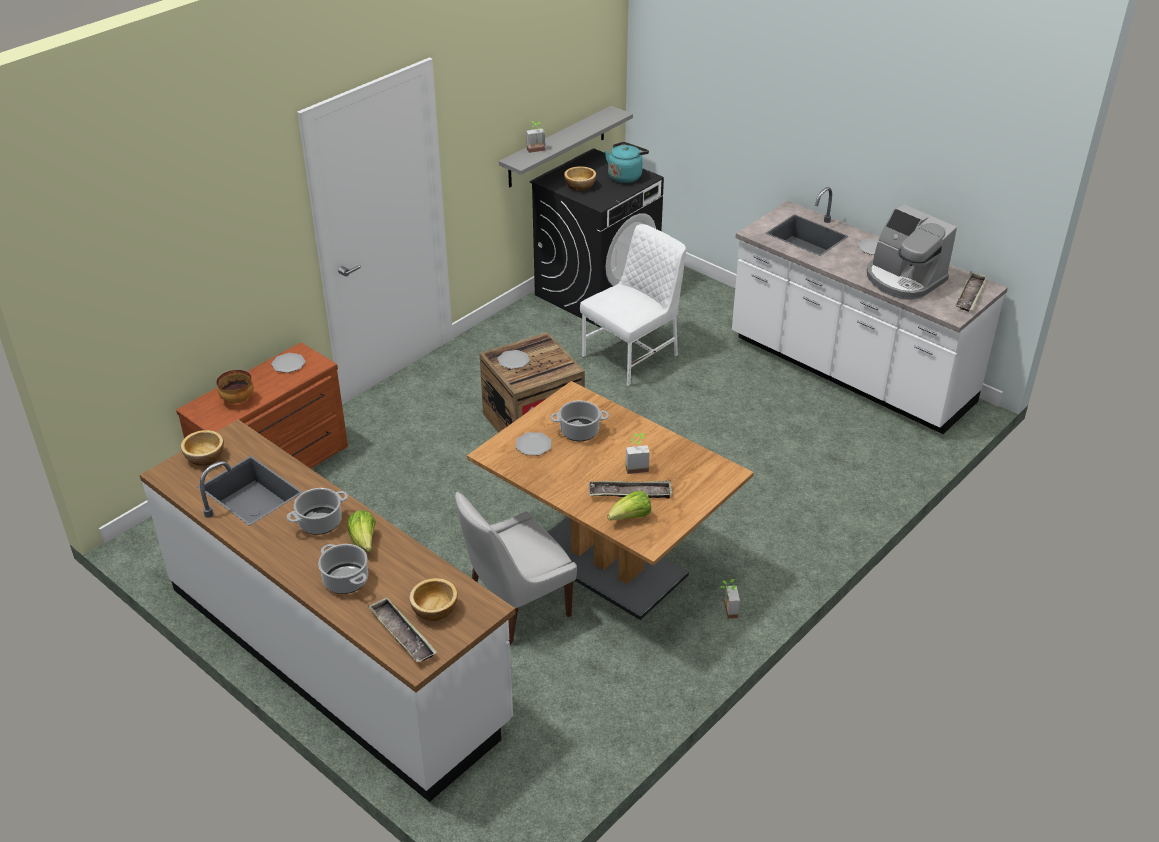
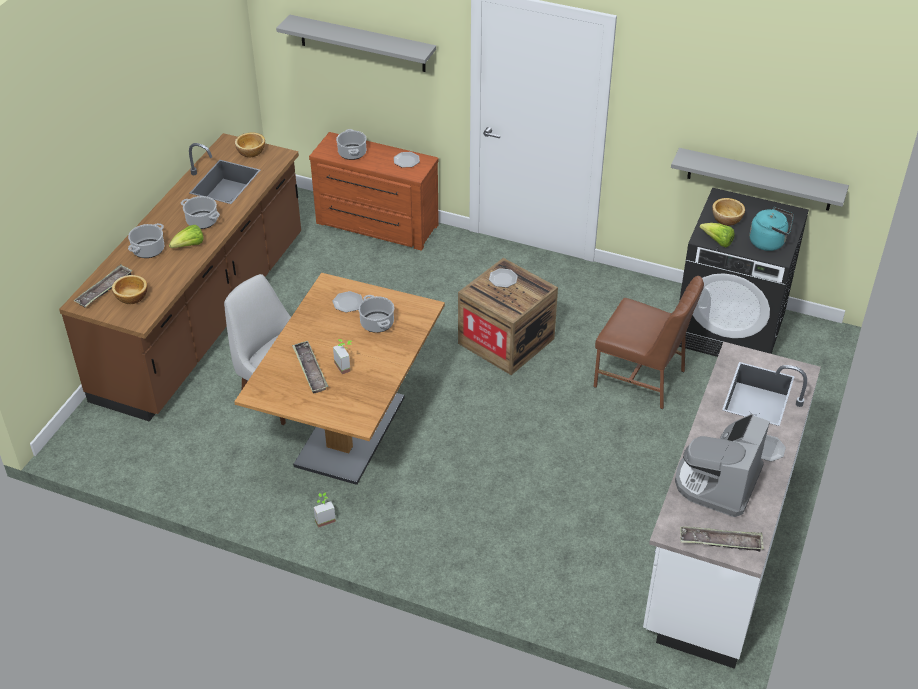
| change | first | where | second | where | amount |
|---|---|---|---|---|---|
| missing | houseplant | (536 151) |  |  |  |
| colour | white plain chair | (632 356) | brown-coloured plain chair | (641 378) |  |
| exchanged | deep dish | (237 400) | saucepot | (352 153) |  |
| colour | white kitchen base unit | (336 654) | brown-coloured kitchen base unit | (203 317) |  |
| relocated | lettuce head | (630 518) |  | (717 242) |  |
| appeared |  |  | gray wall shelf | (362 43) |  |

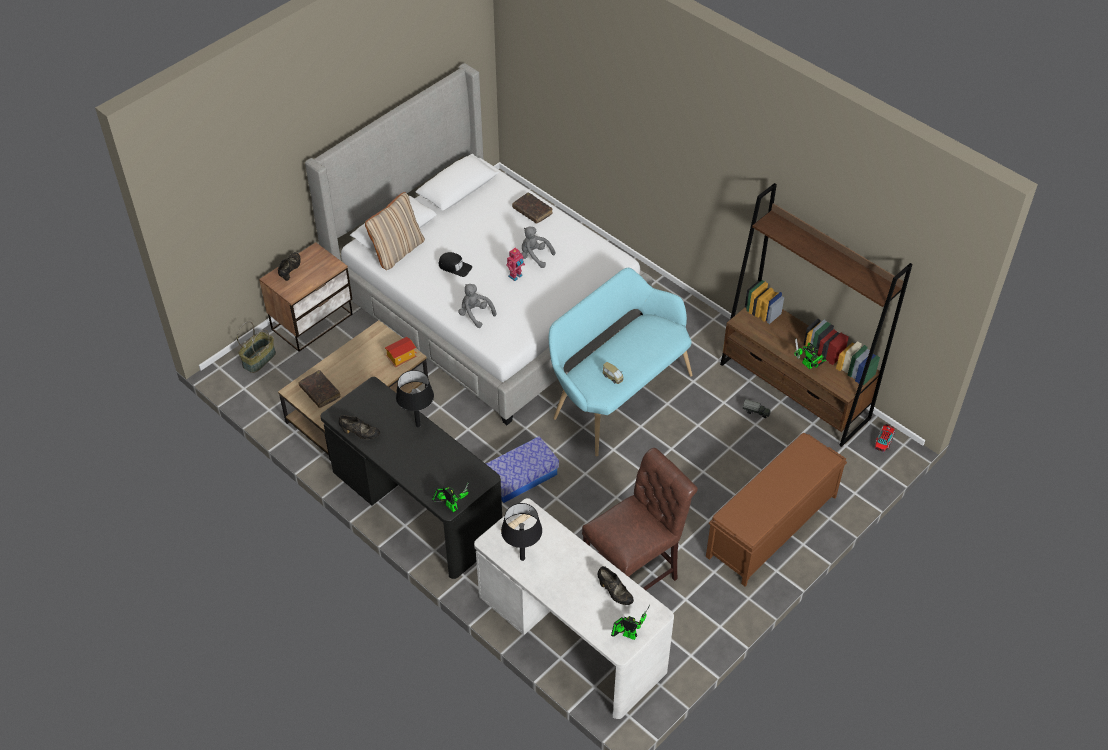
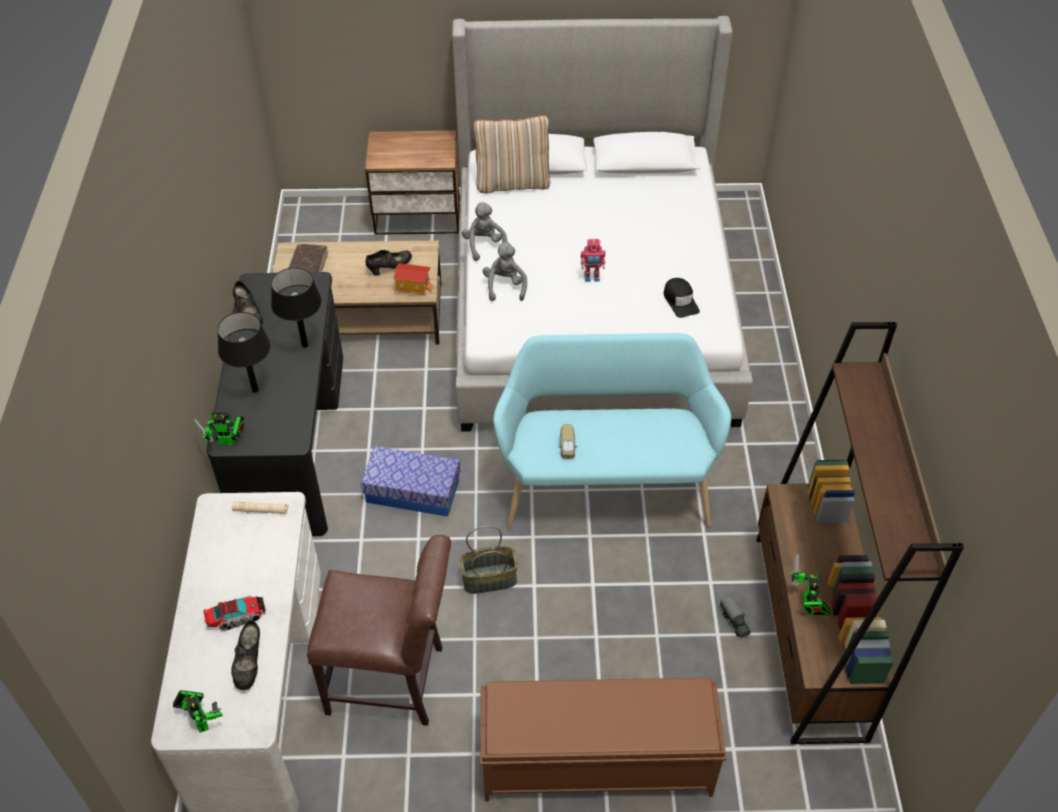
| change | first | where | second | where | amount |
|---|---|---|---|---|---|
| missing | brown-coloured volume | (532 211) |  |  |  |
| relocated | gray plush toy | (534 256) |  | (484 245) |  |
| relocated | black shoe | (290 270) |  | (390 268) |  |
| relocated | black peaked cap | (454 267) |  | (680 301) |  |
| relocated | storage basket | (259 359) |  | (489 578) |  |
| relocated | model truck | (883 441) |  | (237 617) |  |
| spun | robot figure | (450 505) |  | (229 441) | 90 degrees clockwise |
| relocated | black table lamp | (522 558) |  | (255 390) |  |

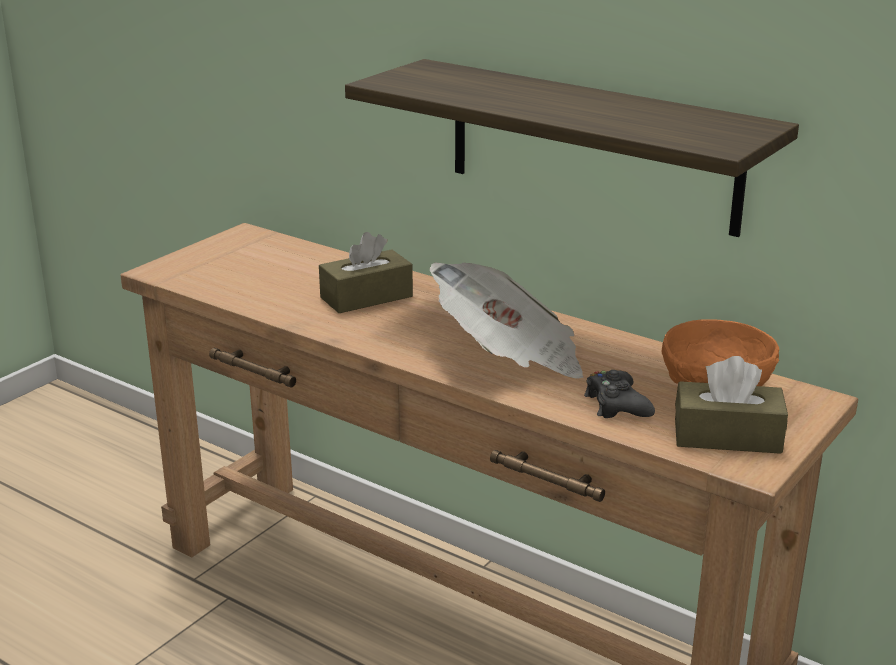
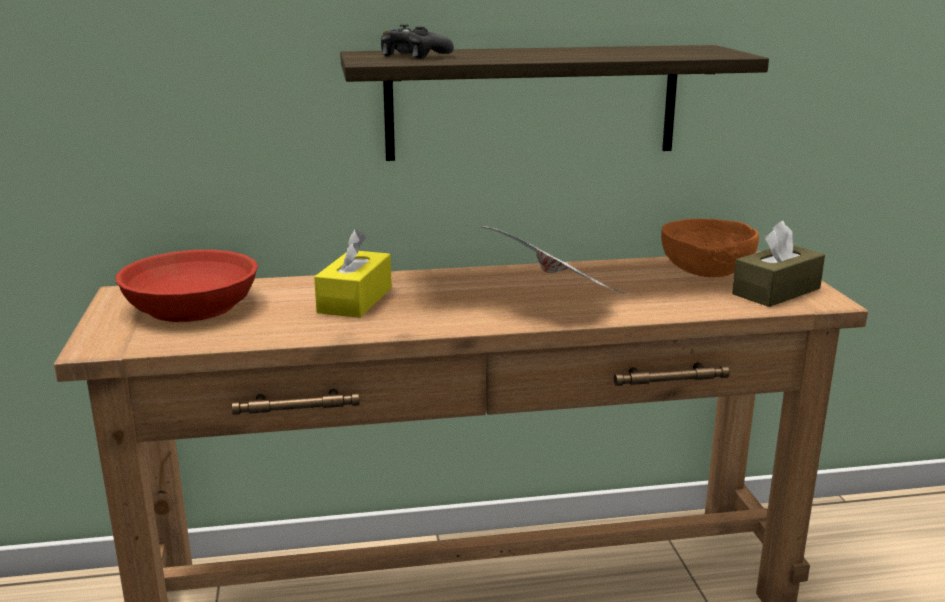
| change | first | where | second | where | amount |
|---|---|---|---|---|---|
| colour | brown-coloured tissue box | (366 297) | yellowish tissue box | (355 300) |  |
| relocated | black joypad | (616 405) |  | (413 55) |  |
| appeared |  |  | reddish deep dish | (191 306) |  |

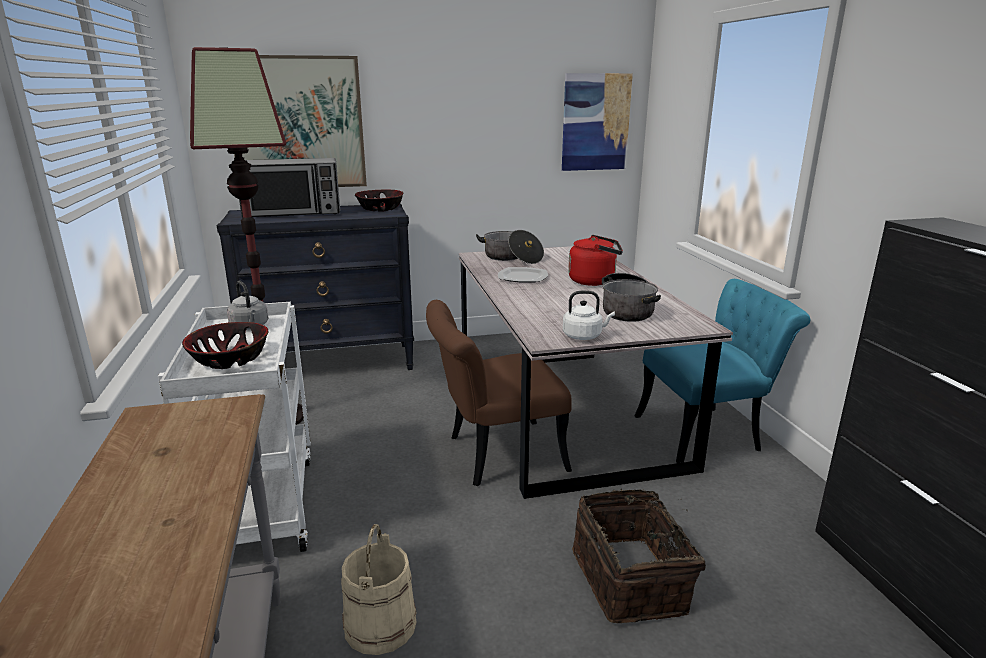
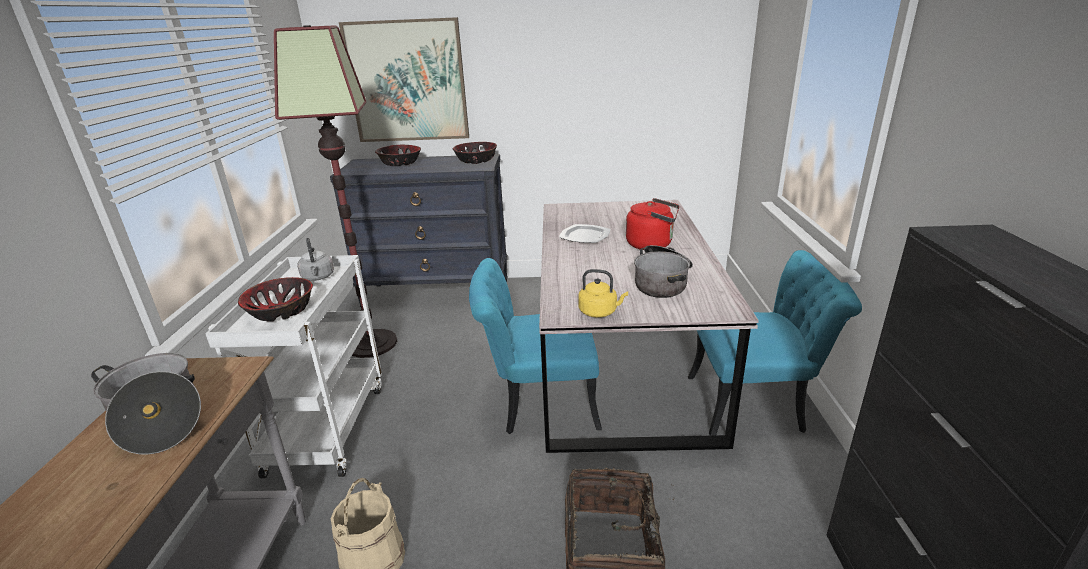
| change | first | where | second | where | amount |
|---|---|---|---|---|---|
| missing | wall picture | (595 122) |  |  |  |
| exchanged | microwave oven | (293 212) | deep dish | (400 163) |  |
| relocated | saucepot | (511 258) |  | (158 418) |  |
| colour | white kettle | (584 336) | yellowish kettle | (600 312) |  |
| colour | brown-coloured plain chair | (494 455) | blue-green plain chair | (537 403) |  |

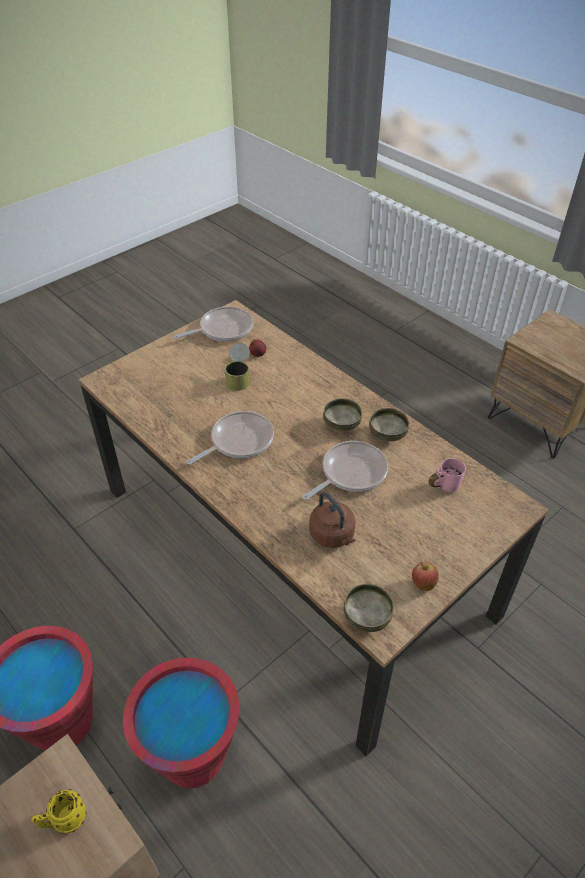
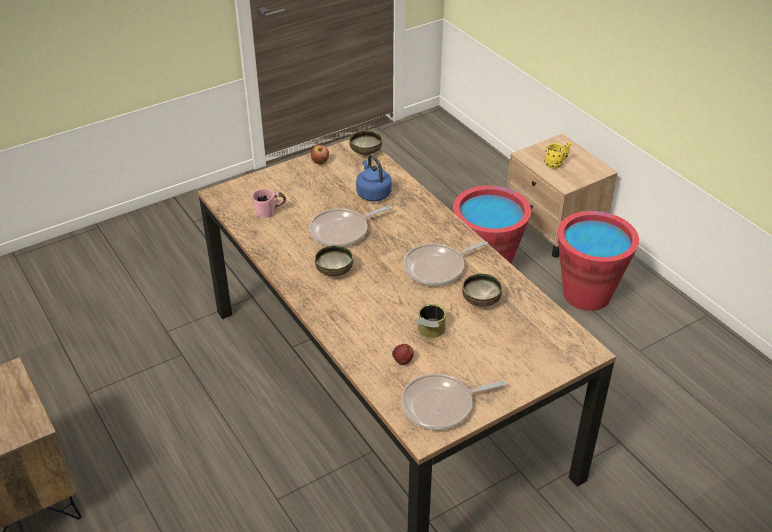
| change | first | where | second | where | amount |
|---|---|---|---|---|---|
| relocated | deep dish | (387 434) |  | (481 301) |  |
| colour | brown-coloured kettle | (333 536) | bluish kettle | (373 193) |  |

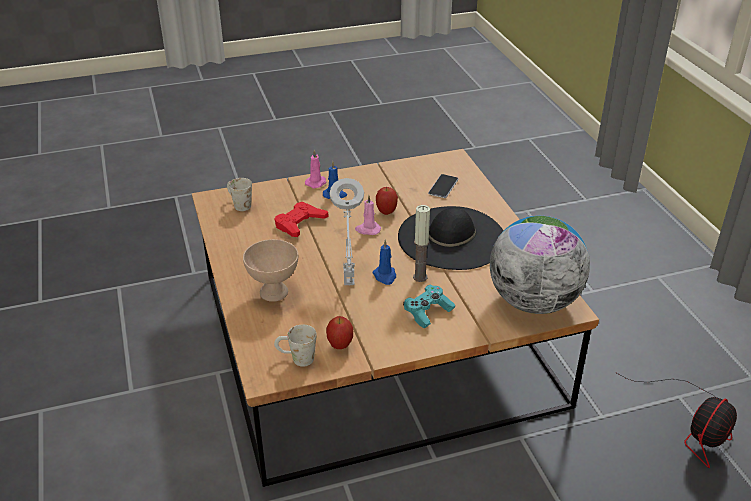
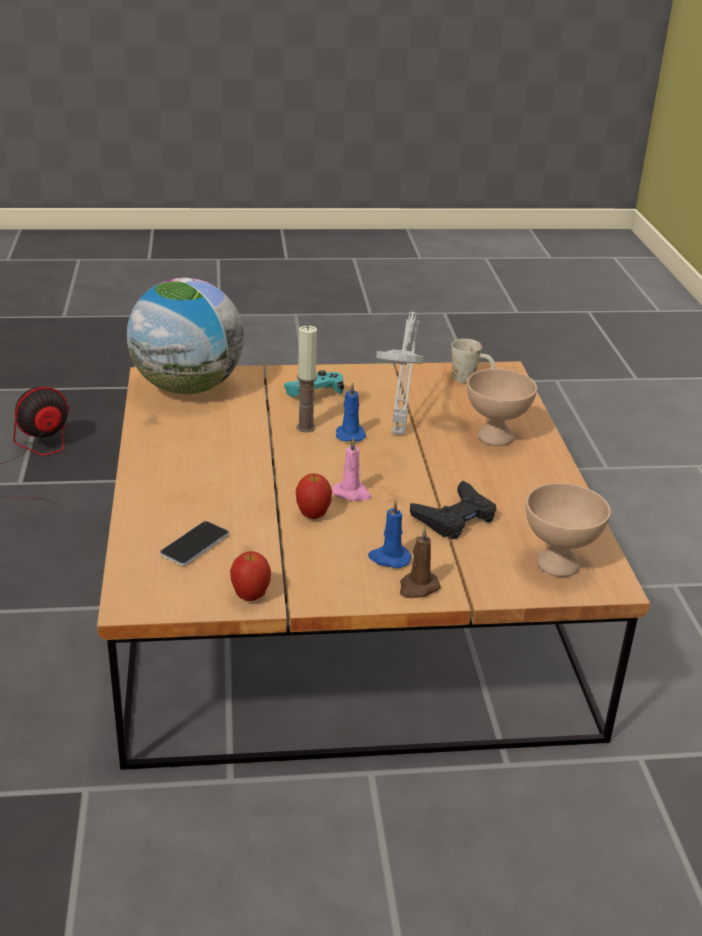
| change | first | where | second | where | amount |
|---|---|---|---|---|---|
| colour | pink-coloured wax candle | (316 183) | brown-coloured wax candle | (418 587) |  |
| exchanged | white tea mug | (239 204) | beige deep dish | (558 565) |  |
| colour | reddish joypad | (300 223) | black joypad | (455 517) |  |
| missing | black clothing hat | (451 238) |  |  |  |
| relocated | whole apple | (340 345) |  | (250 596) |  |

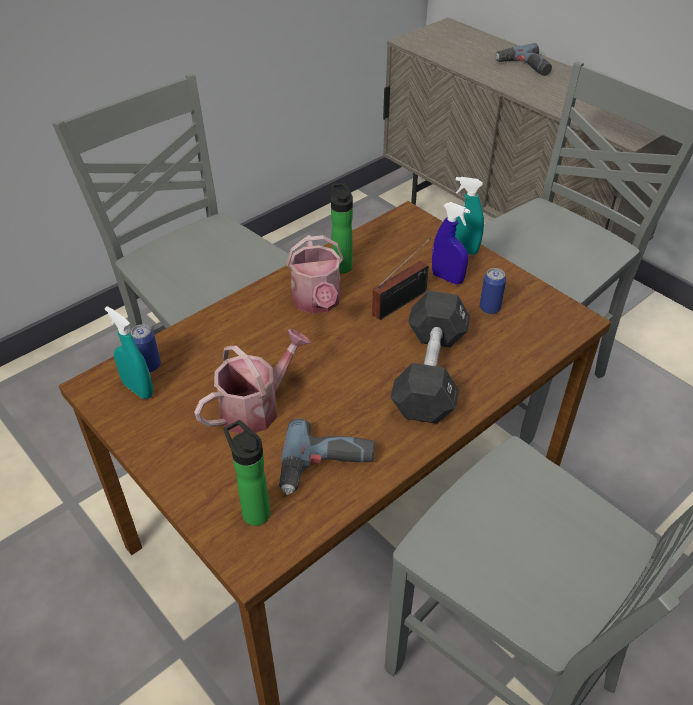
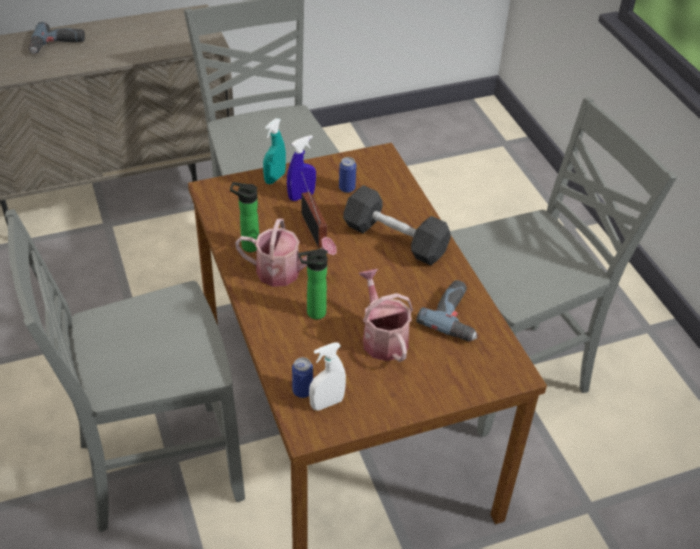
| change | first | where | second | where | amount |
|---|---|---|---|---|---|
| colour | blue-green spray bottle | (138 389) | white spray bottle | (327 403) |  |
| relocated | bottle | (253 511) |  | (313 313) |  |

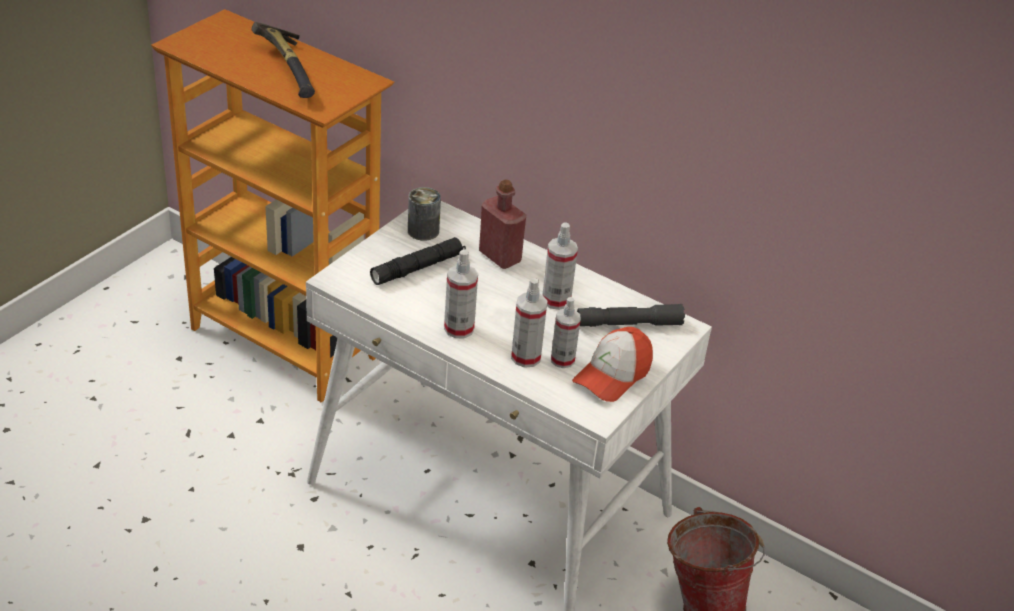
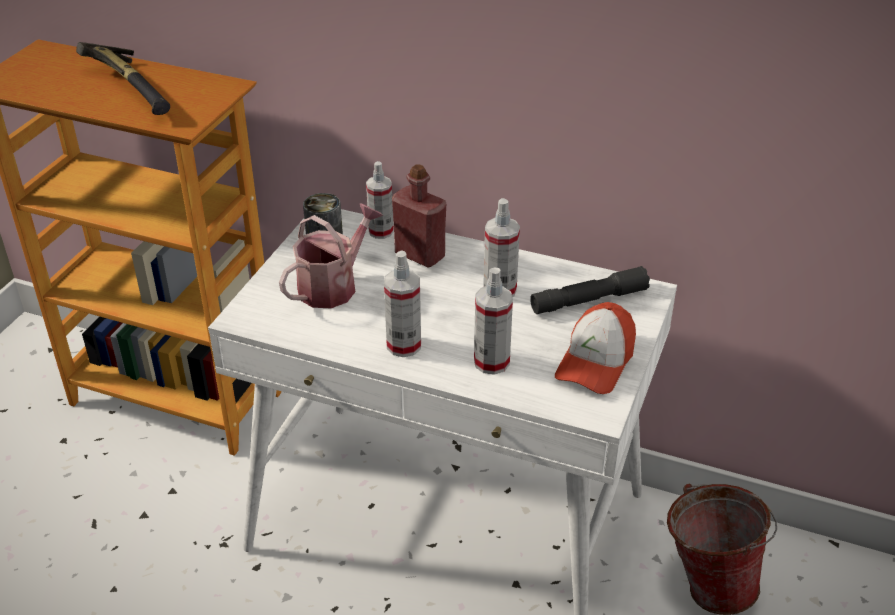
| change | first | where | second | where | amount |
|---|---|---|---|---|---|
| exchanged | black torch | (418 268) | watering can | (333 285) |  |
| relocated | spray bottle | (562 360) |  | (381 231) |  |

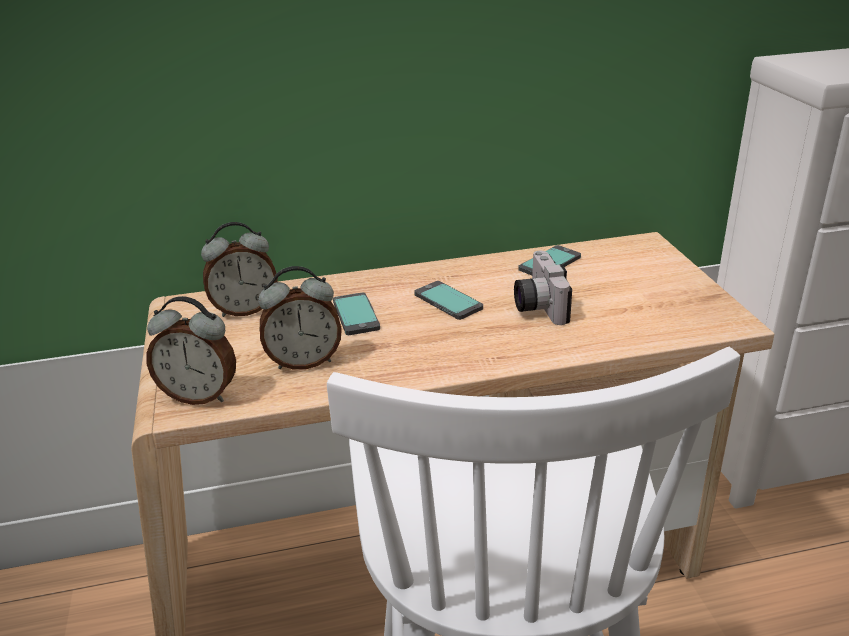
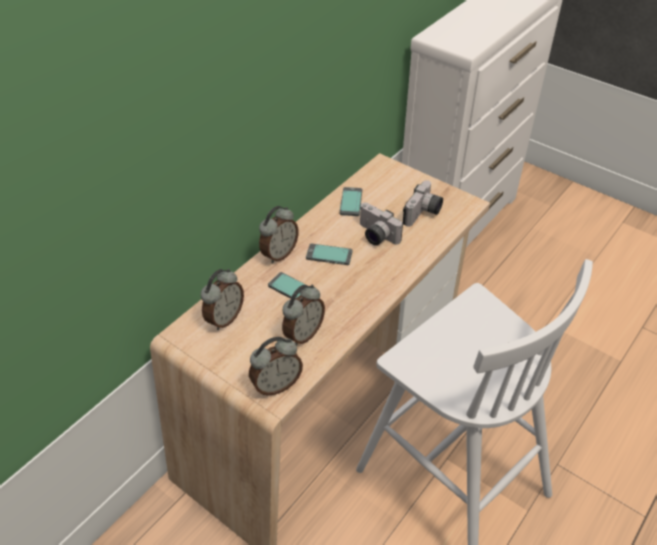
| change | first | where | second | where | amount |
|---|---|---|---|---|---|
| appeared |  |  | photo camera | (423 214) |  |
| appeared |  |  | alarm clock | (279 254) |  |

